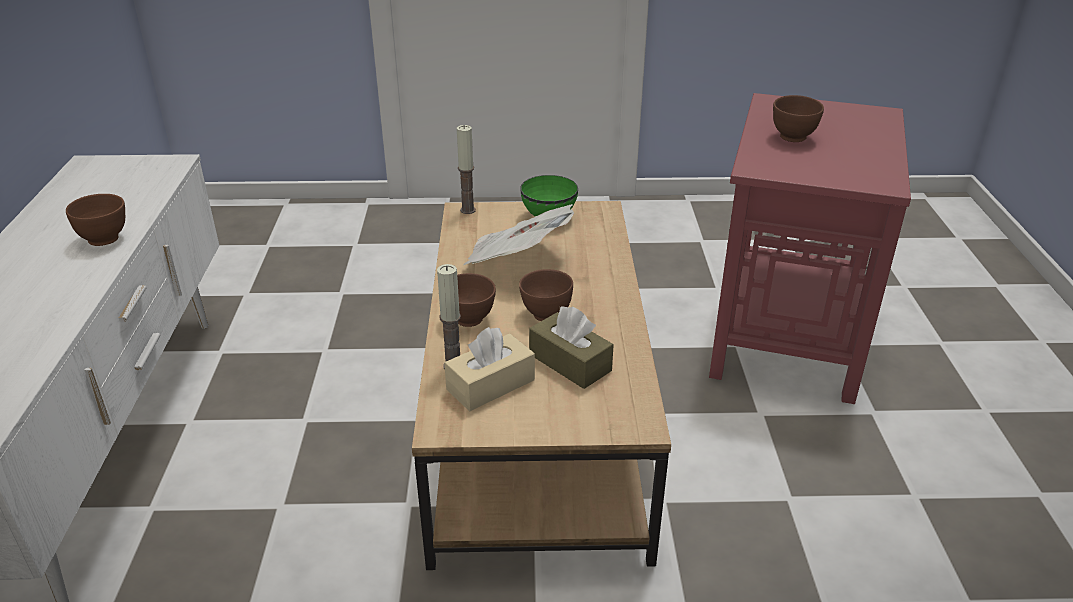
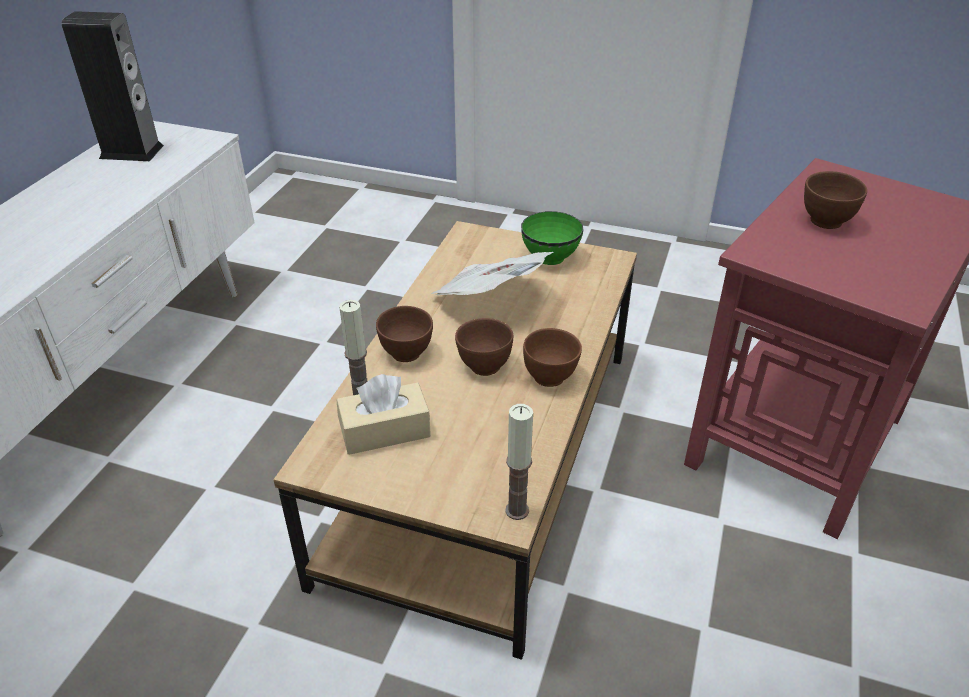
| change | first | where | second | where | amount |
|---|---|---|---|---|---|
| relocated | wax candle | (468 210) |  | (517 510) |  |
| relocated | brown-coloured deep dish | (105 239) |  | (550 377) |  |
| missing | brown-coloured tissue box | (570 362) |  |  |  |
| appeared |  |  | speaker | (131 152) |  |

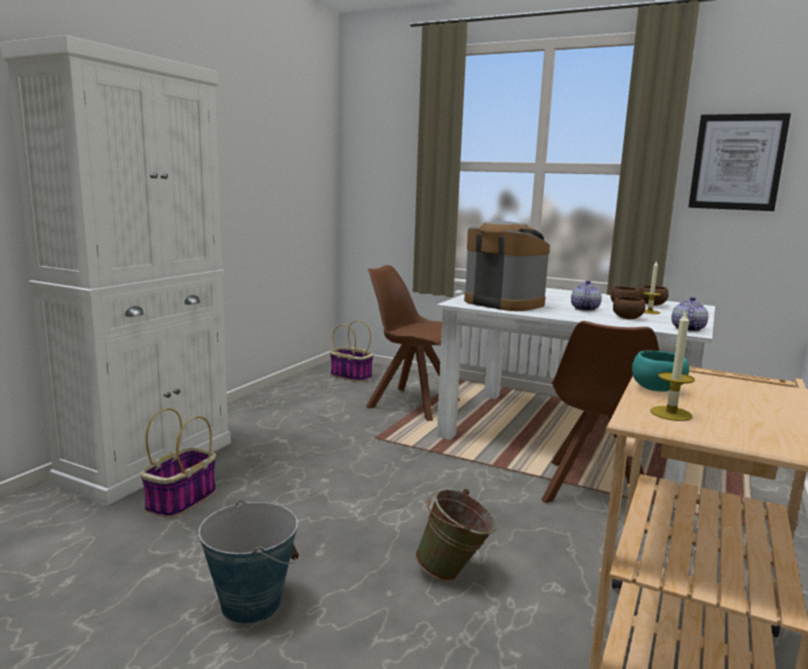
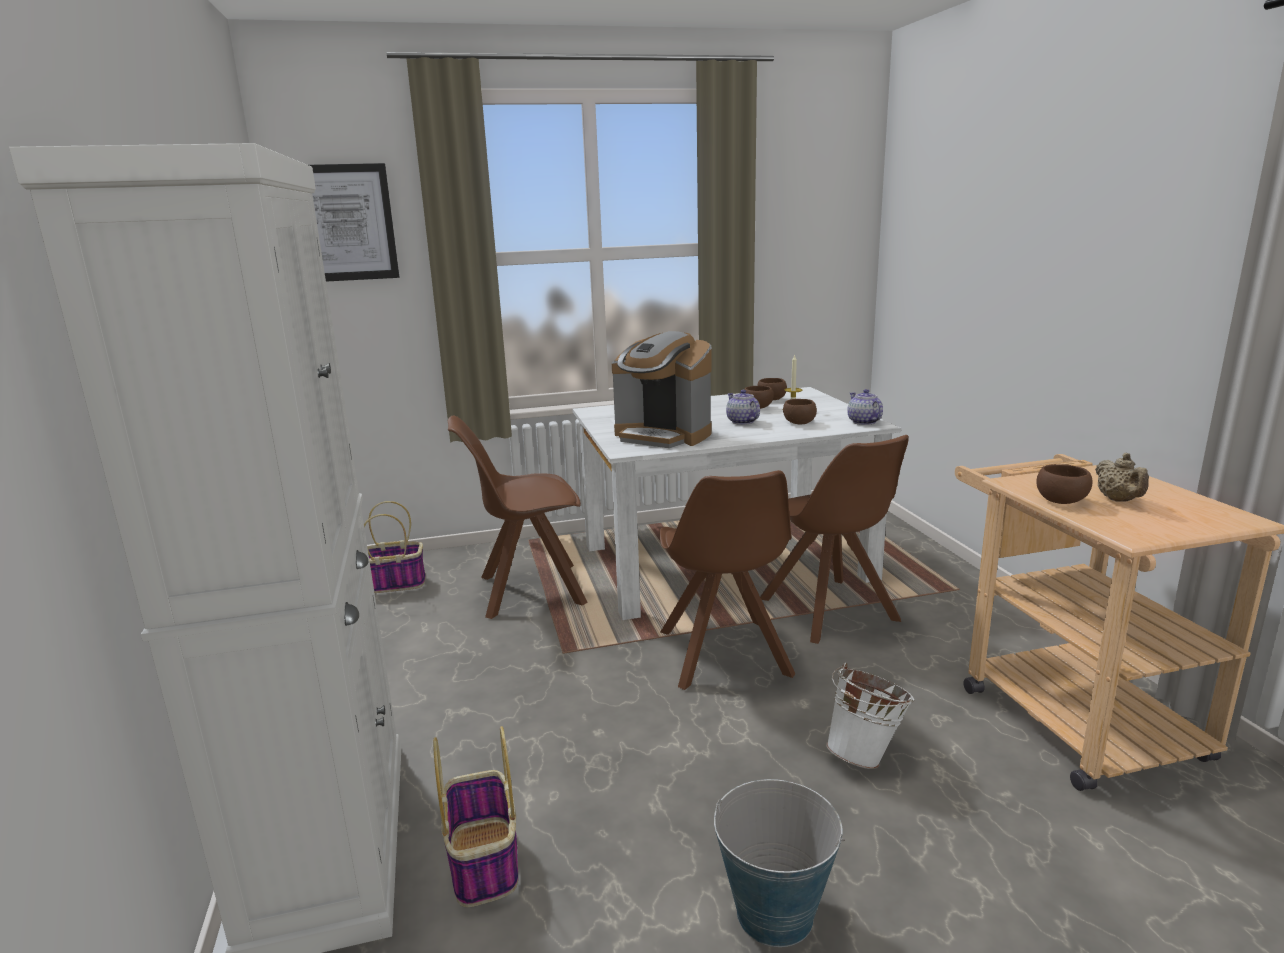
| change | first | where | second | where | amount |
|---|---|---|---|---|---|
| relocated | wall picture | (737 162) |  | (343 223) |  |
| spun | coffee brewer | (503 303) |  | (663 436) | 150 degrees counterclockwise |
| missing | wax candle | (671 413) |  |  |  |
| colour | blue-green deep dish | (658 389) | brown-coloured deep dish | (1061 500) |  |
| colour | green water bucket | (454 573) | white water bucket | (866 755) |  |
| appeared |  |  | beige teapot | (1118 500) |  |
| appeared |  |  | brown-coloured plain chair | (724 655) |  |

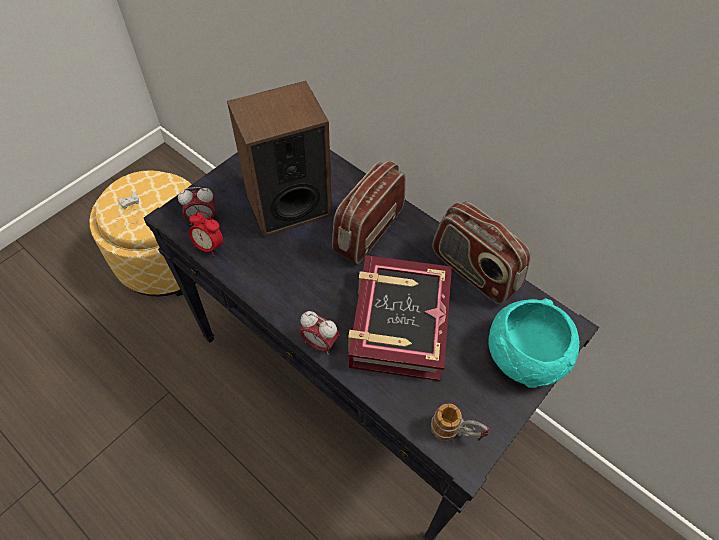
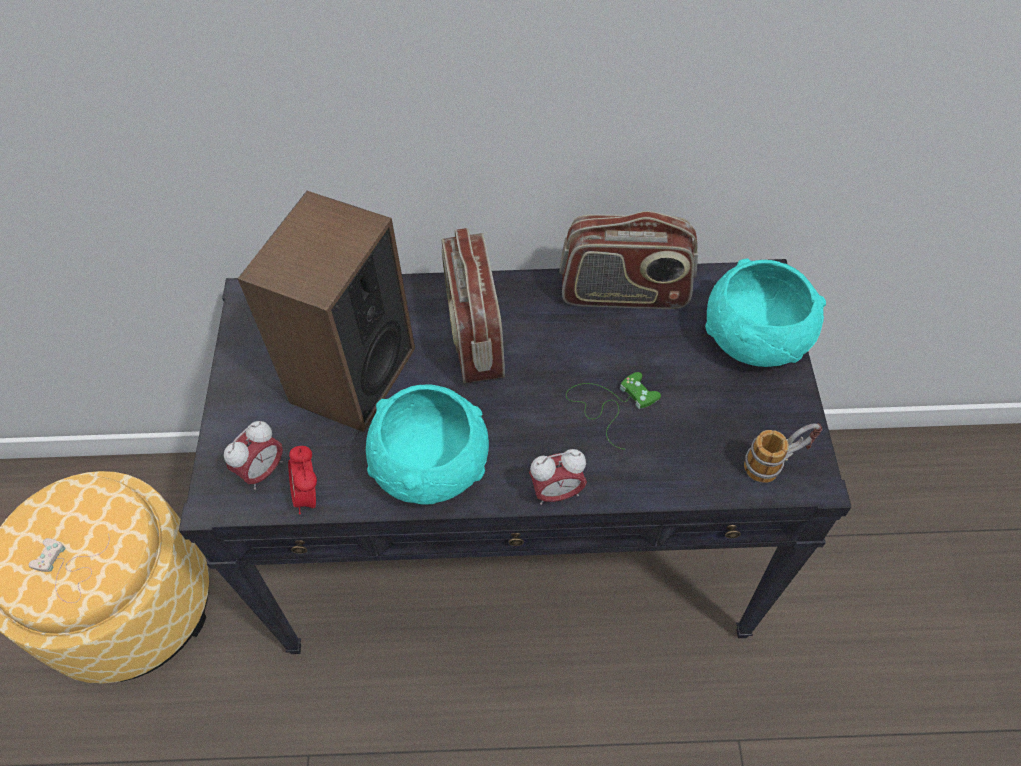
| change | first | where | second | where | amount |
|---|---|---|---|---|---|
| spun | alarm clock | (209 246) |  | (309 495) | 90 degrees clockwise |
| exchanged | volume | (398 323) | green joypad | (610 404) |  |
| appeared |  |  | blue-green deep dish | (431 464) |  |

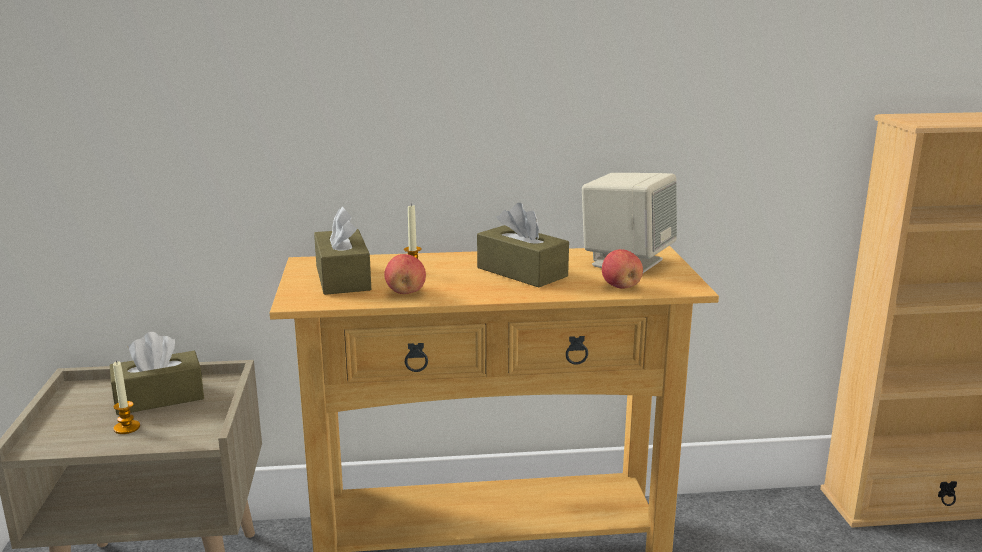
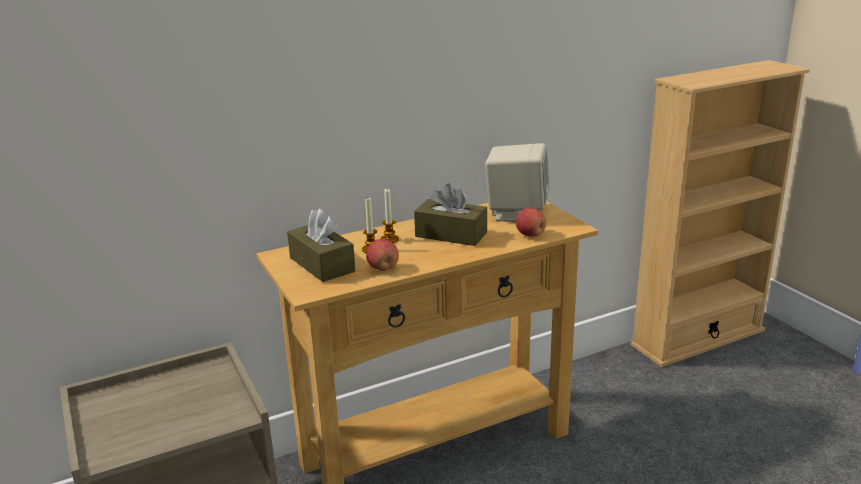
| change | first | where | second | where | amount |
|---|---|---|---|---|---|
| missing | brown-coloured tissue box | (159 398) |  |  |  |
| relocated | wax candle | (127 428) |  | (389 239) |  |

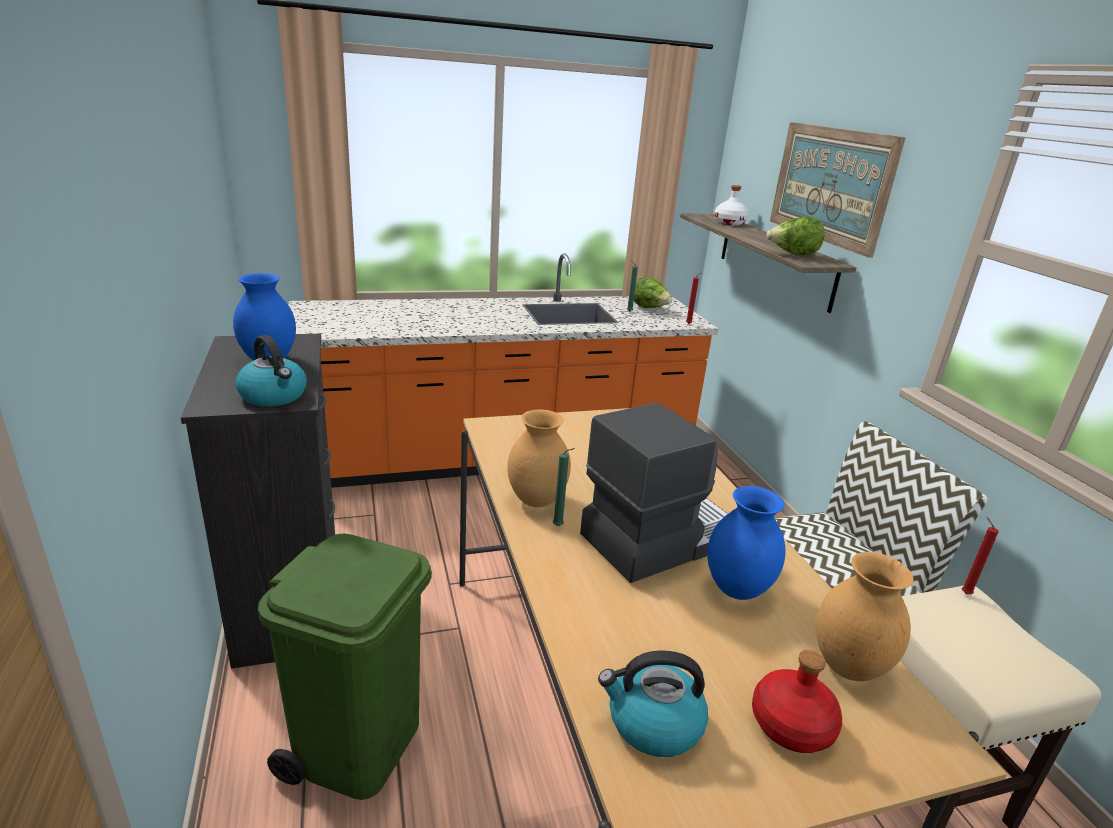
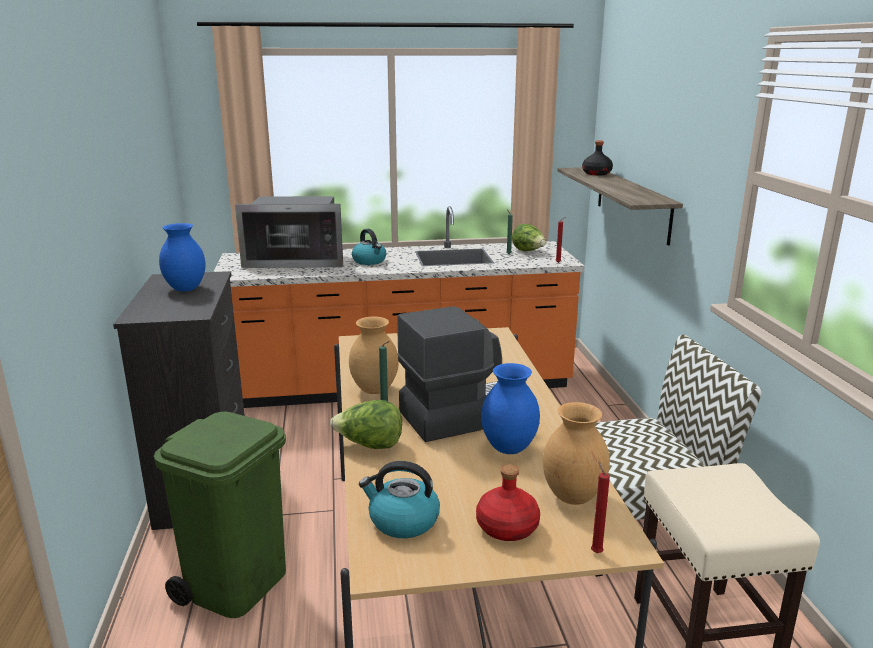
| change | first | where | second | where | amount |
|---|---|---|---|---|---|
| missing | wall picture | (830 185) |  |  |  |
| colour | white bottle | (730 223) | black bottle | (597 173) |  |
| relocated | lettuce head | (792 254) |  | (369 445) |  |
| relocated | kettle | (274 396) |  | (370 261) |  |
| relocated | reddish wax candle | (964 593) |  | (595 551) |  |
| appeared |  |  | microwave oven | (296 260) |  |

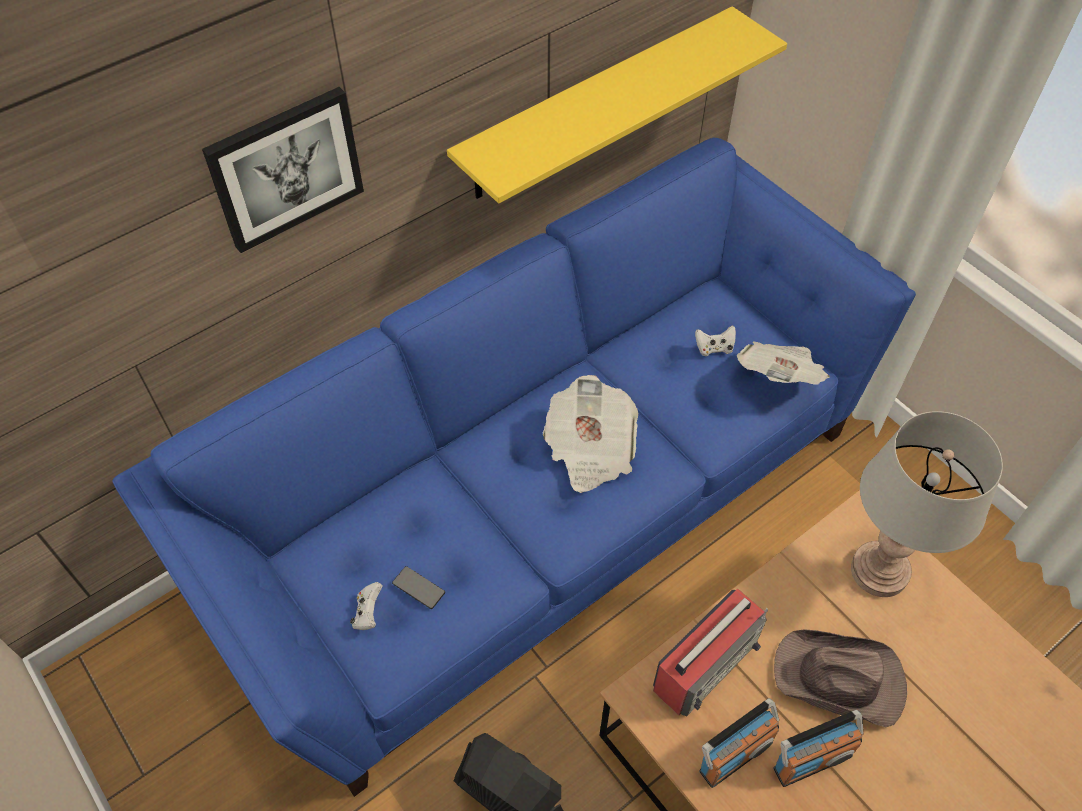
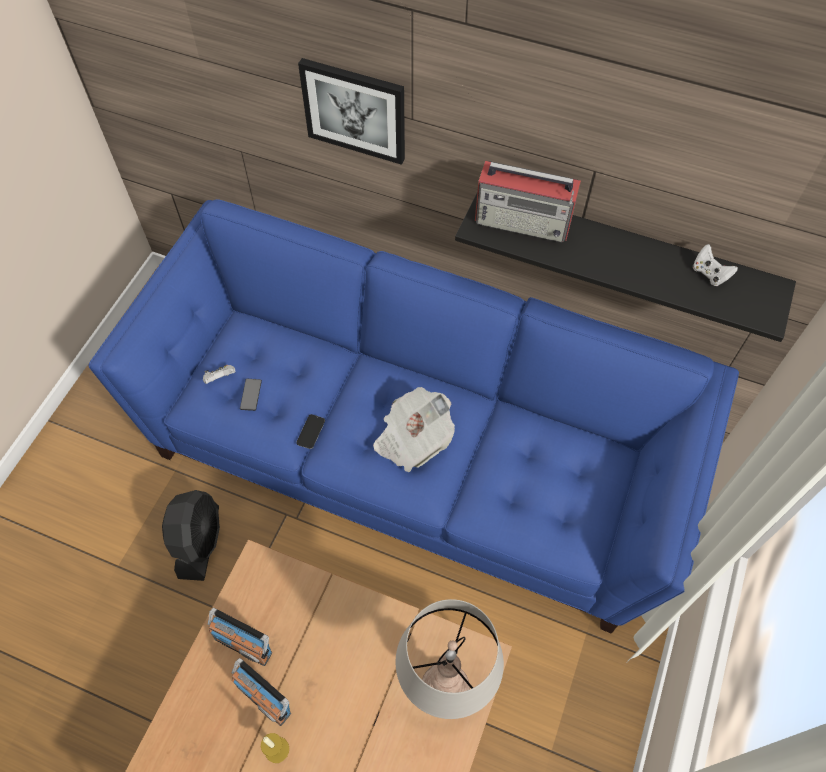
| change | first | where | second | where | amount |
|---|---|---|---|---|---|
| colour | yellowish wall shelf | (596 104) | black wall shelf | (624 253) |  |
| relocated | white joypad | (714 348) |  | (709 274) |  |
| missing | daily paper | (779 377) |  |  |  |
| relocated | radio | (706 664) |  | (524 221) |  |
| missing | brown-coloured clothing hat | (840 680) |  |  |  |
| appeared |  |  | telephone | (311 432) |  |
| appeared |  |  | wax candle | (277 749) |  |

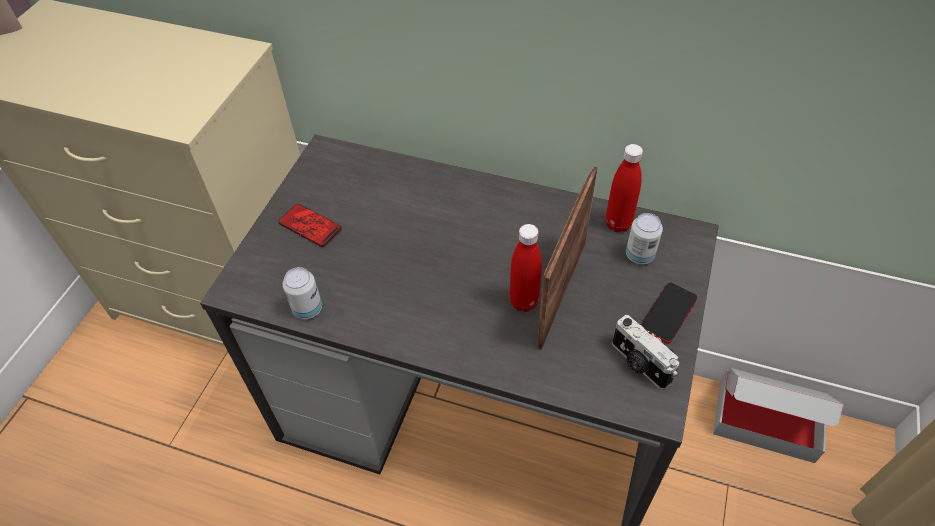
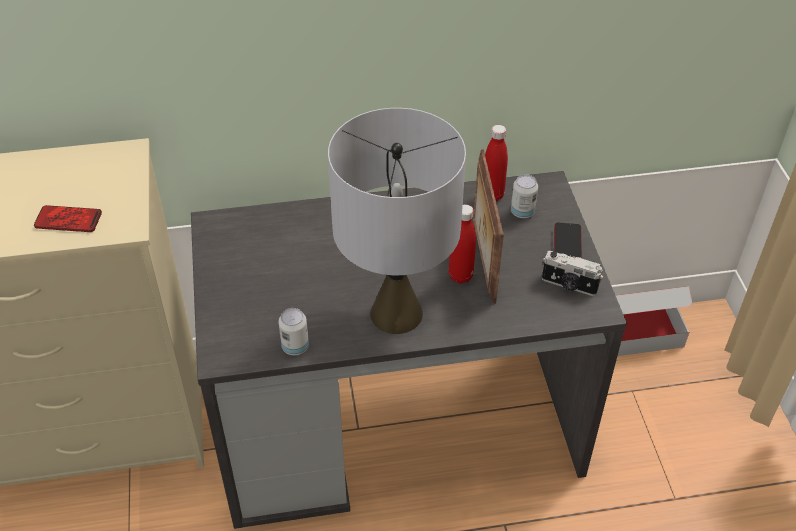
| change | first | where | second | where | amount |
|---|---|---|---|---|---|
| relocated | telephone | (310 226) |  | (68 220) |  |
| appeared |  |  | gray table lamp | (395 313) |  |

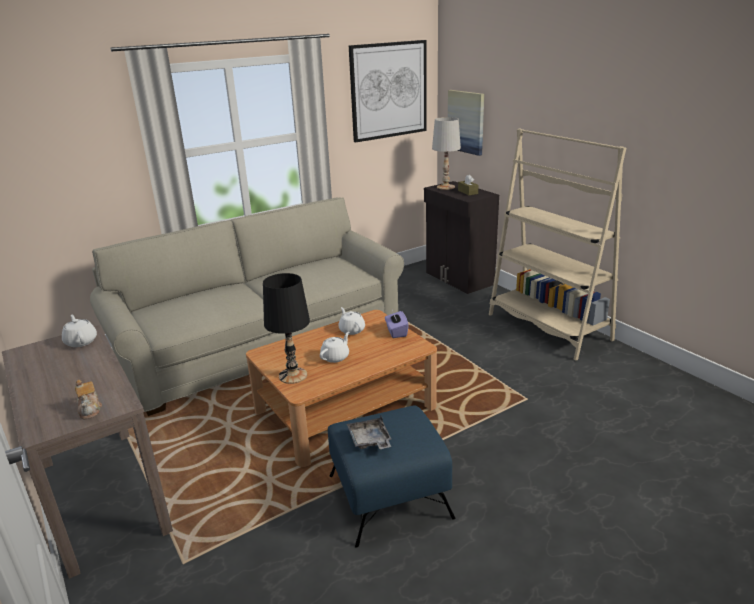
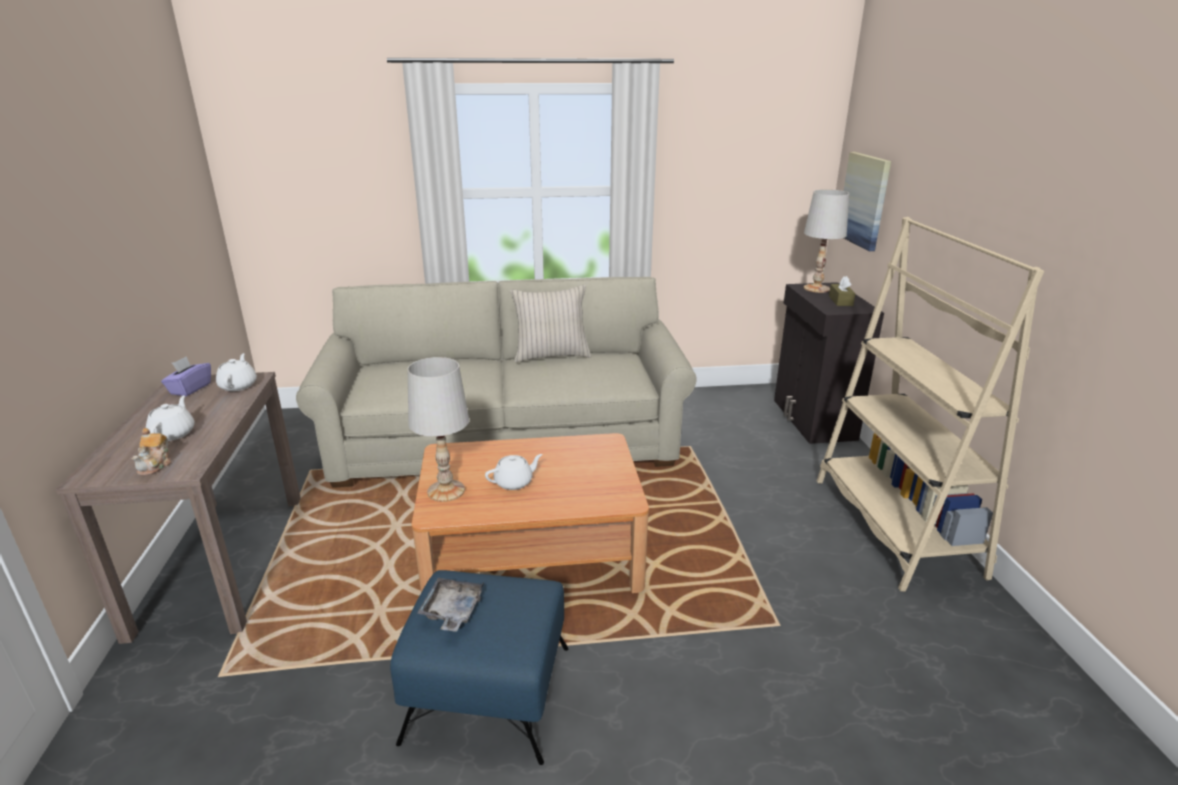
| change | first | where | second | where | amount |
|---|---|---|---|---|---|
| missing | wall picture | (389 90) |  |  |  |
| colour | black table lamp | (293 375) | white table lamp | (446 490) |  |
| relocated | white teapot | (352 330) |  | (174 433) |  |
| relocated | purple tissue box | (396 332) |  | (190 389) |  |
| appeared |  |  | beige pillow | (551 355) |  |

